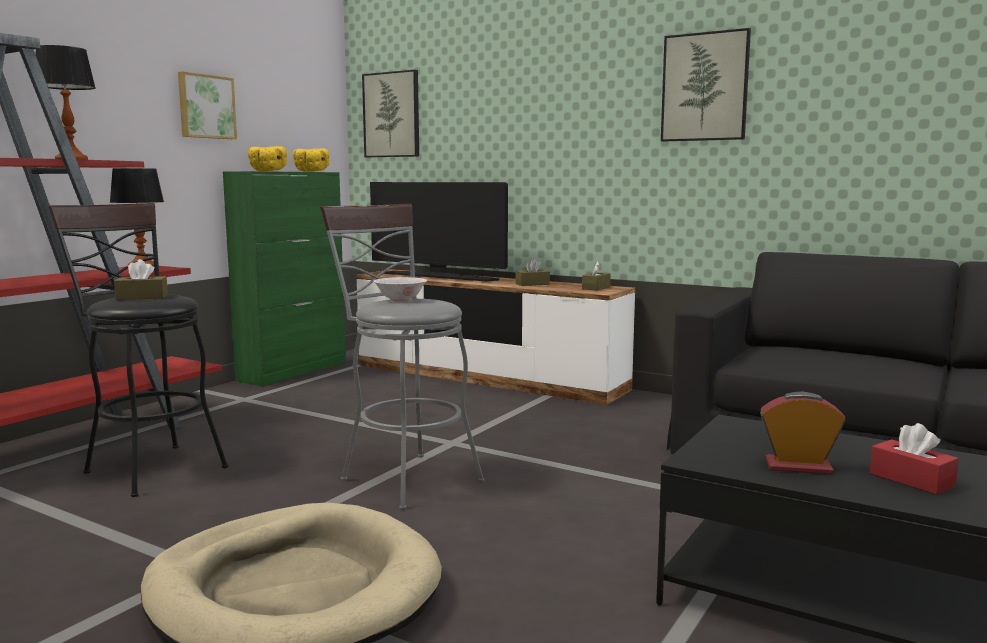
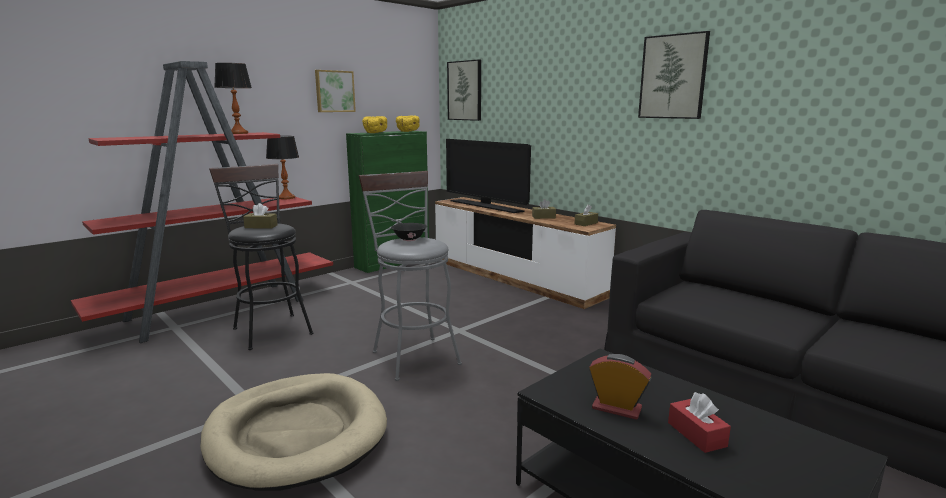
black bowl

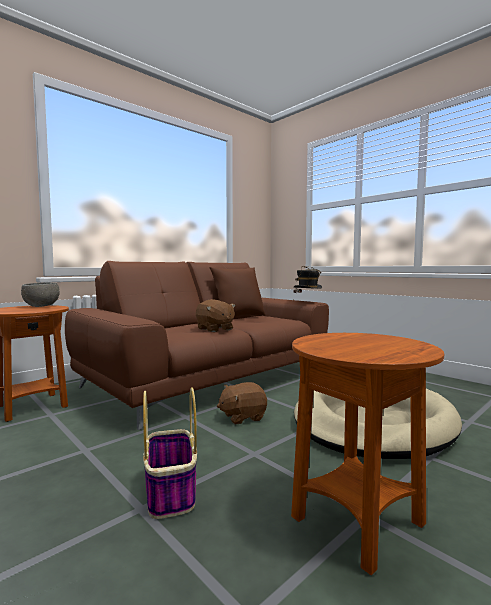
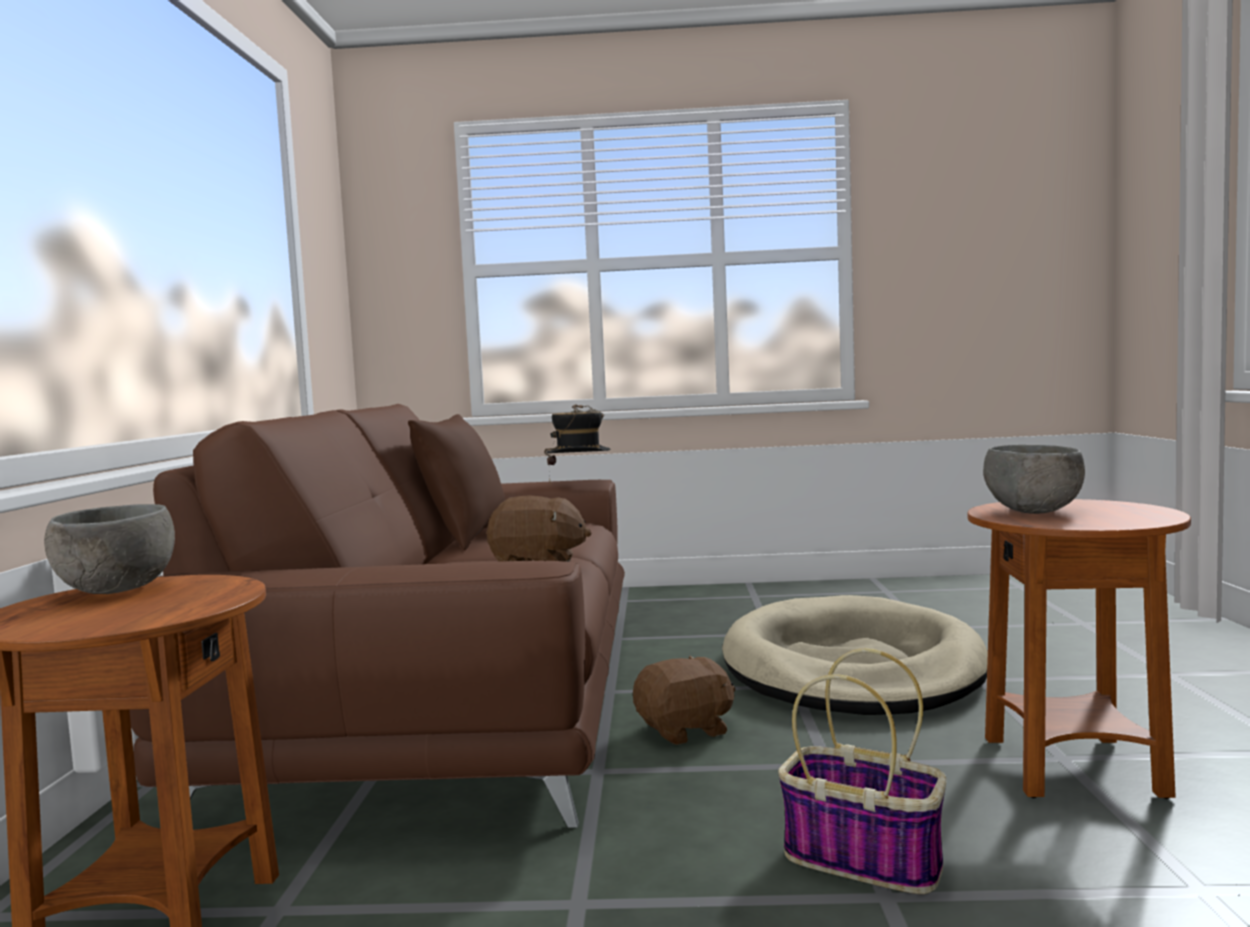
brown plush toy (2nd from left)
grey bowl (2nd from left)

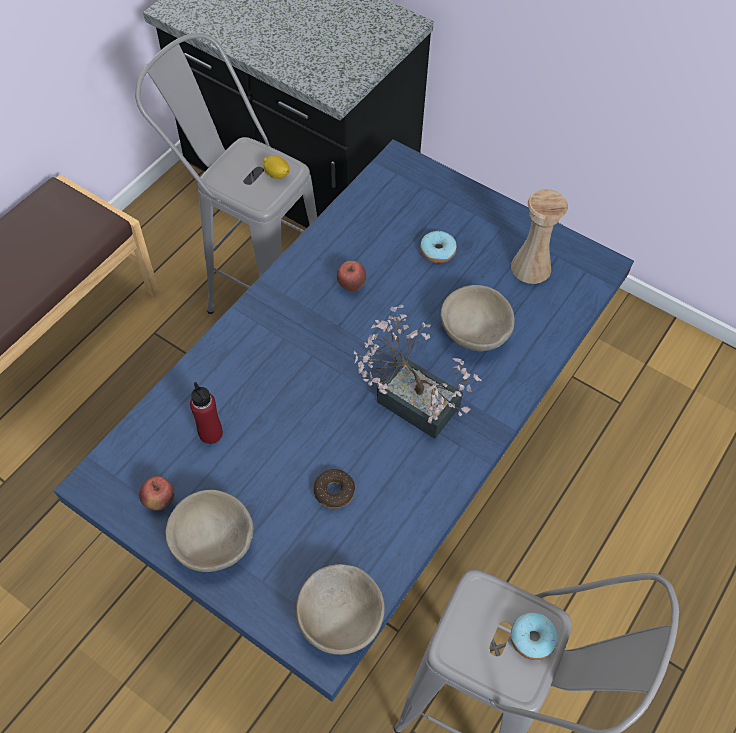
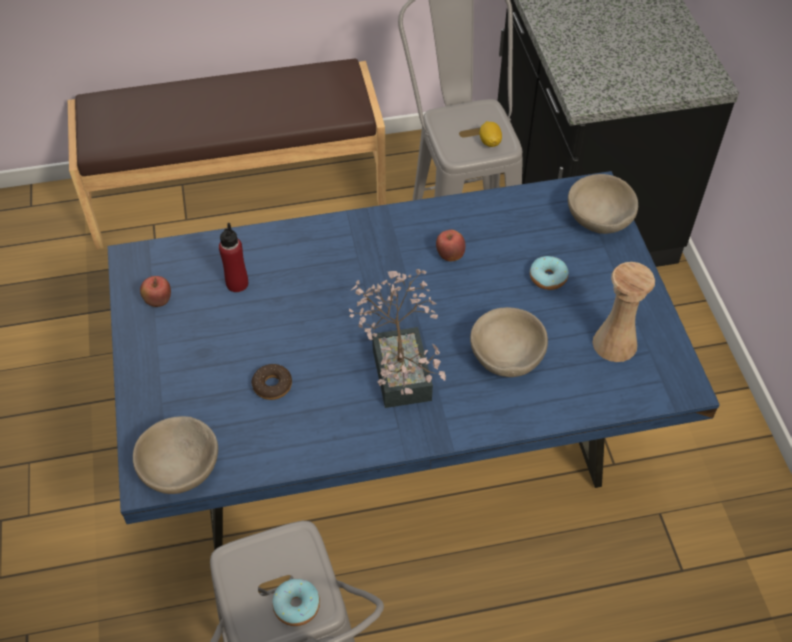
beige bowl (3rd from left)

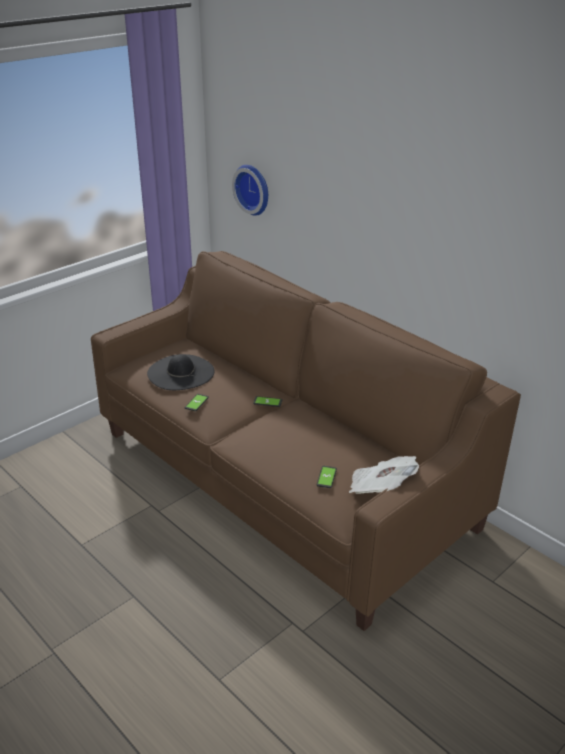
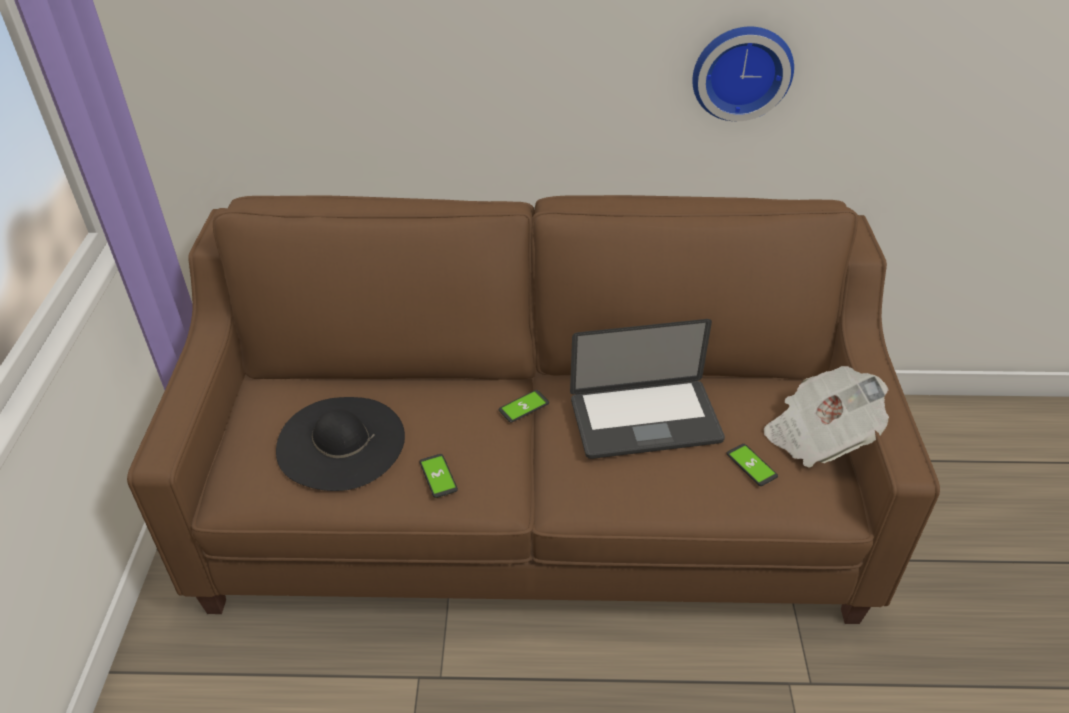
wall clock
laptop

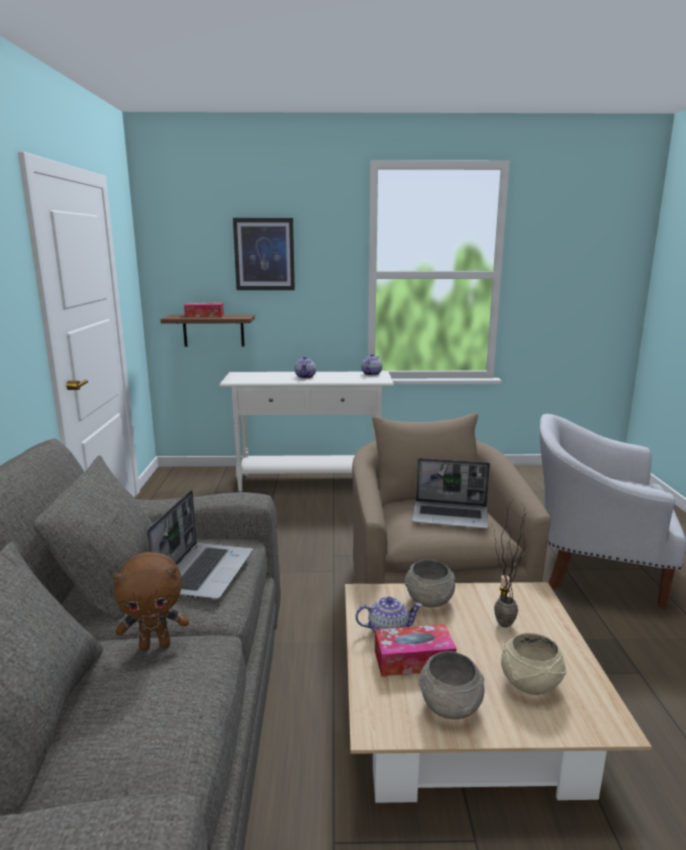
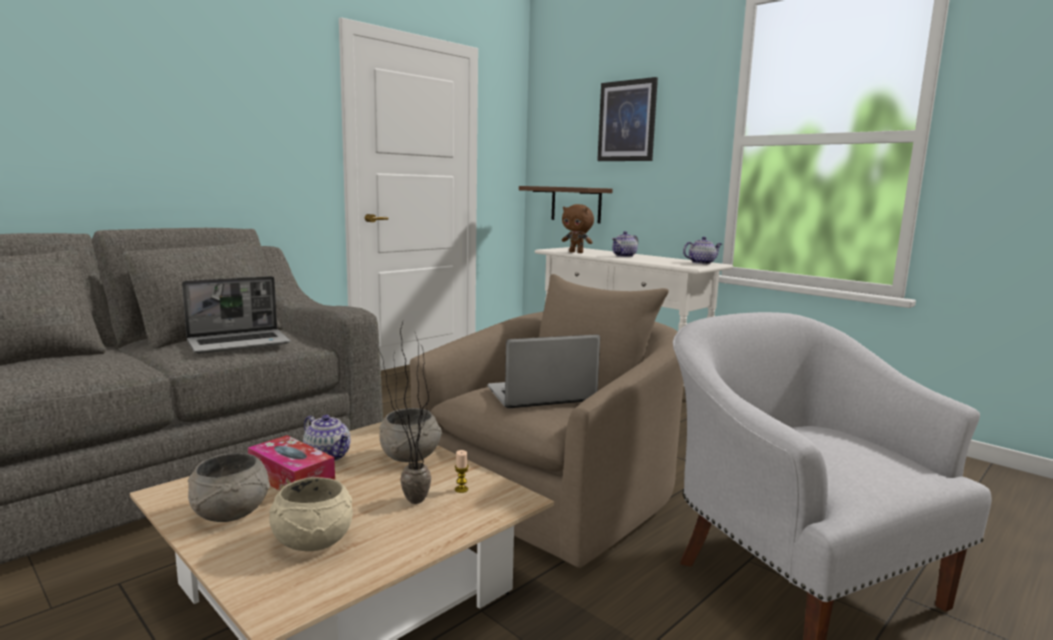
tissue box (1st from left in the first image)
laptop (2nd from left)
brown plush toy

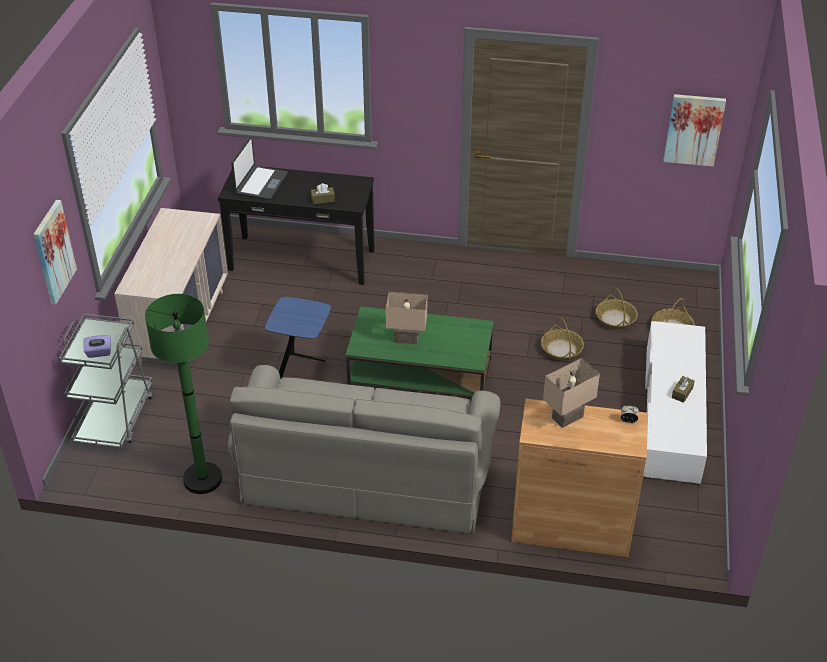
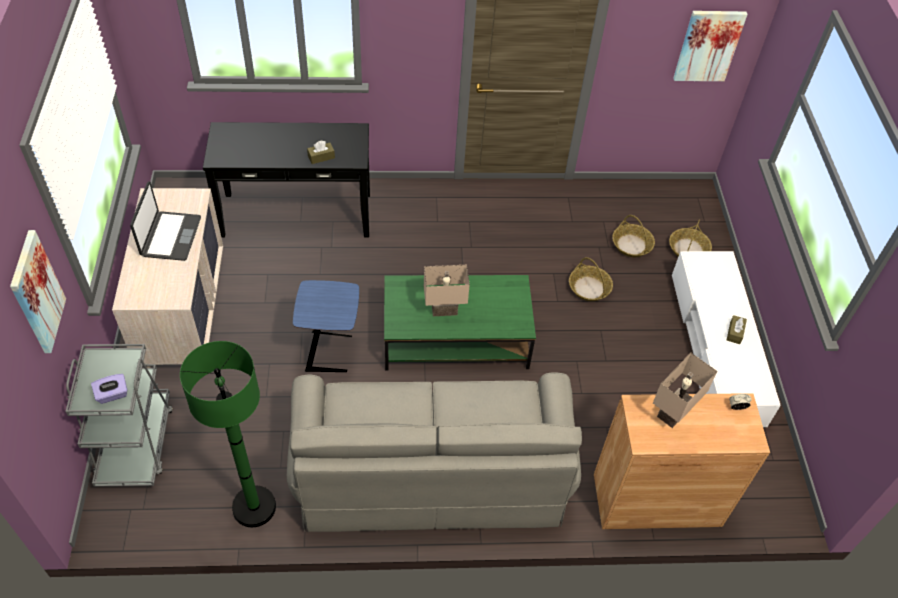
laptop

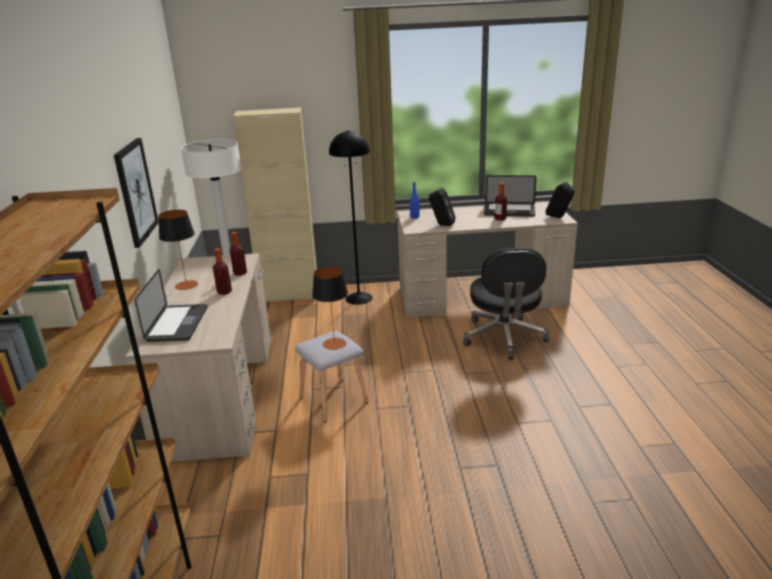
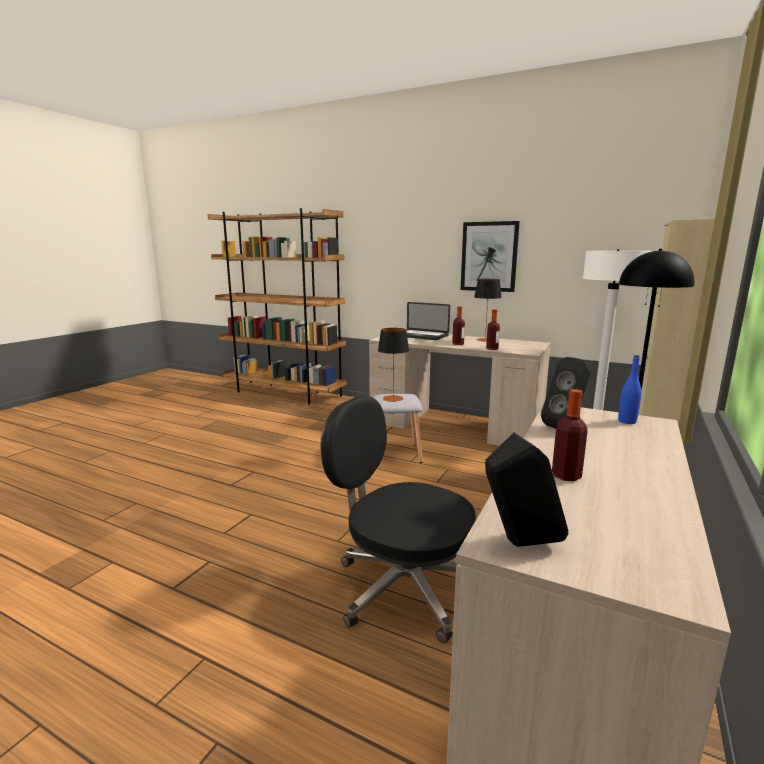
laptop (2nd from left in the first image)

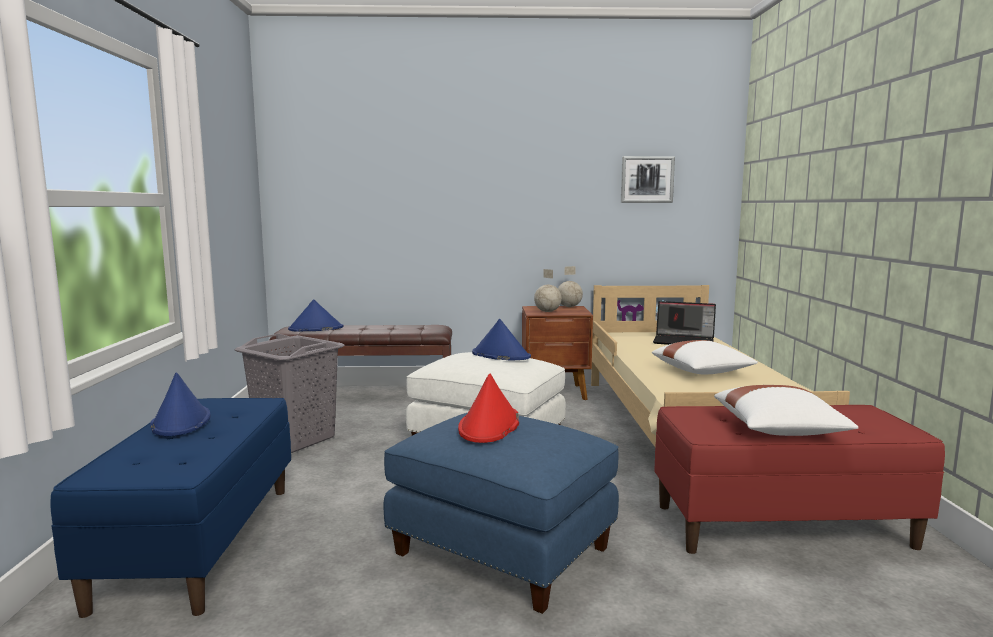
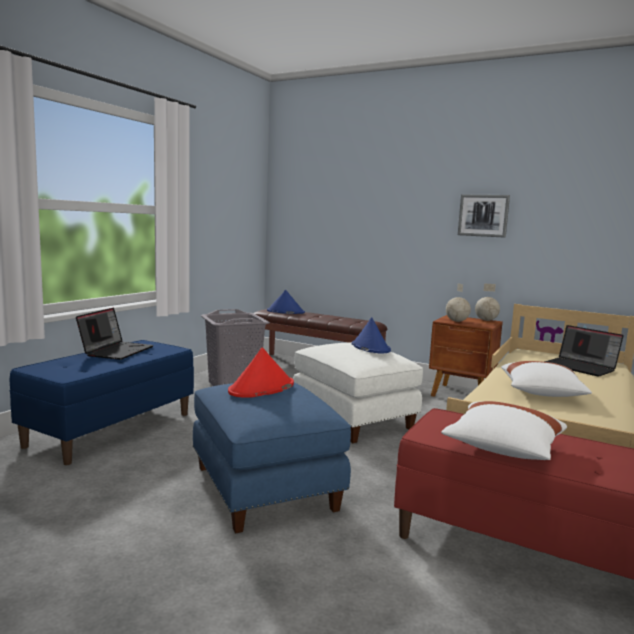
picture
laptop (1st from left)

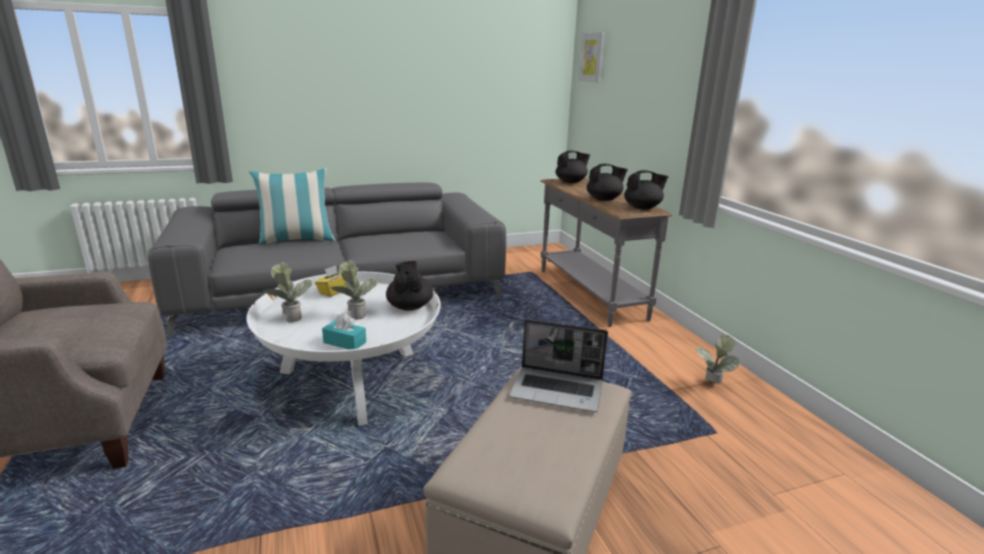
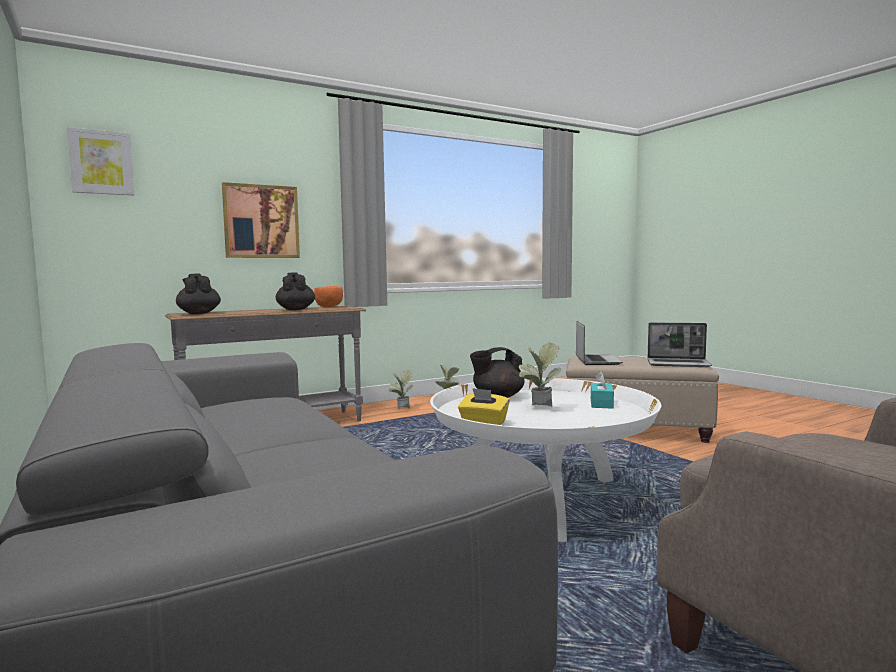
pillow
orange bowl
potted plant (1st from left)
picture (2nd from left)
laptop (2nd from left)

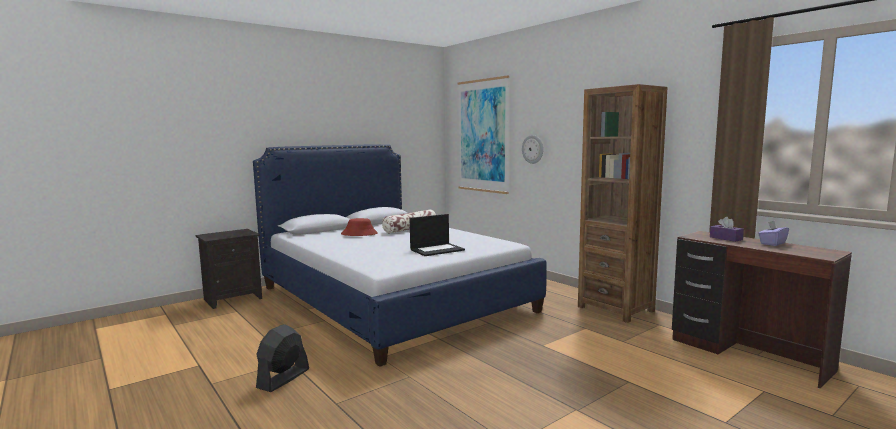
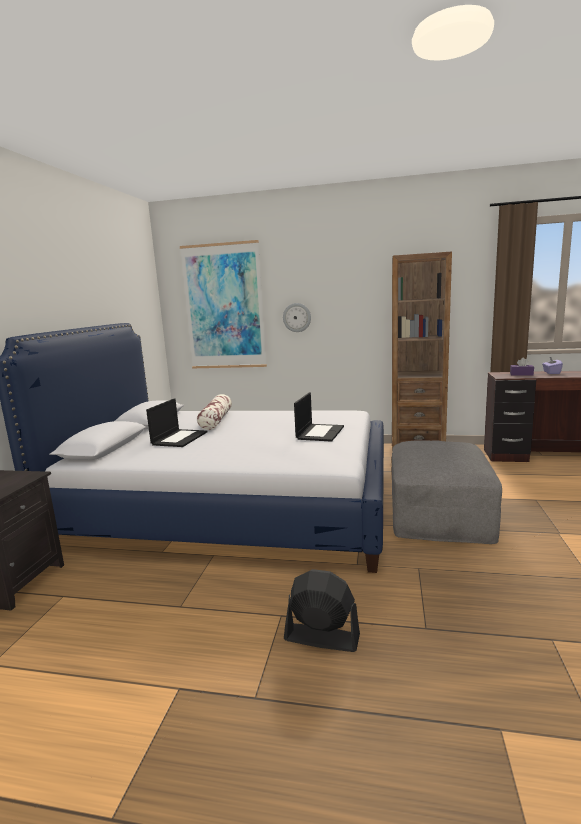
laptop (1st from left)
black fan
grey ottoman

